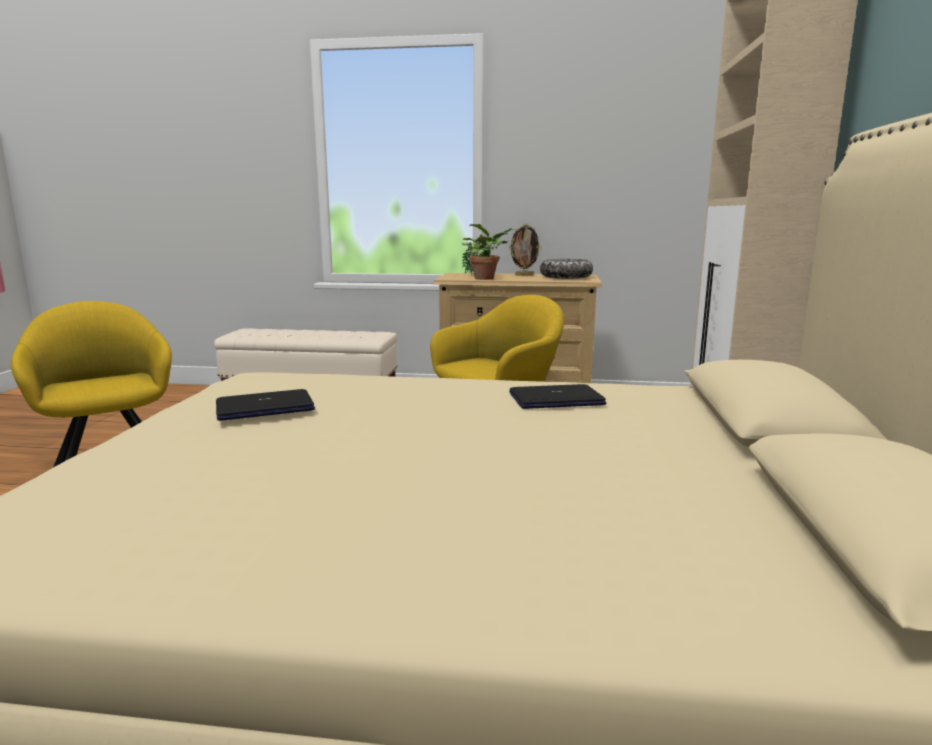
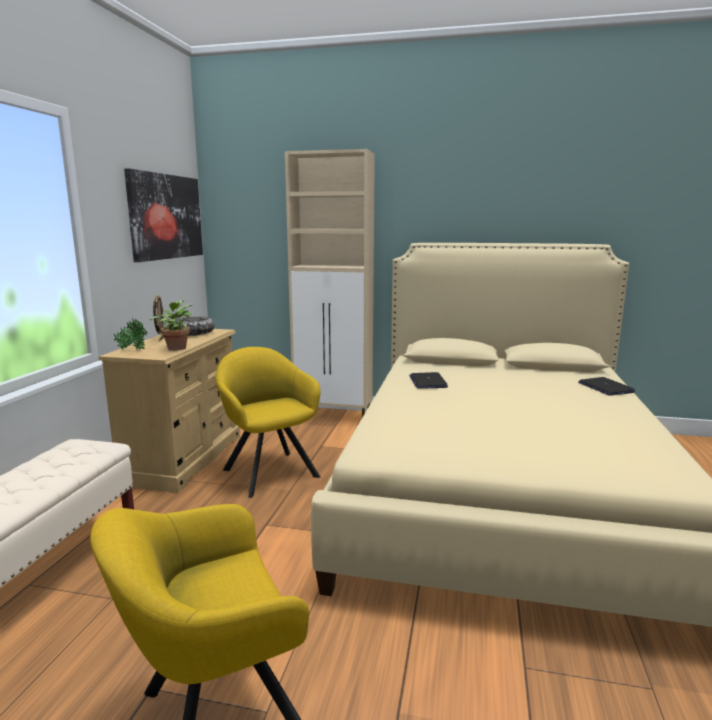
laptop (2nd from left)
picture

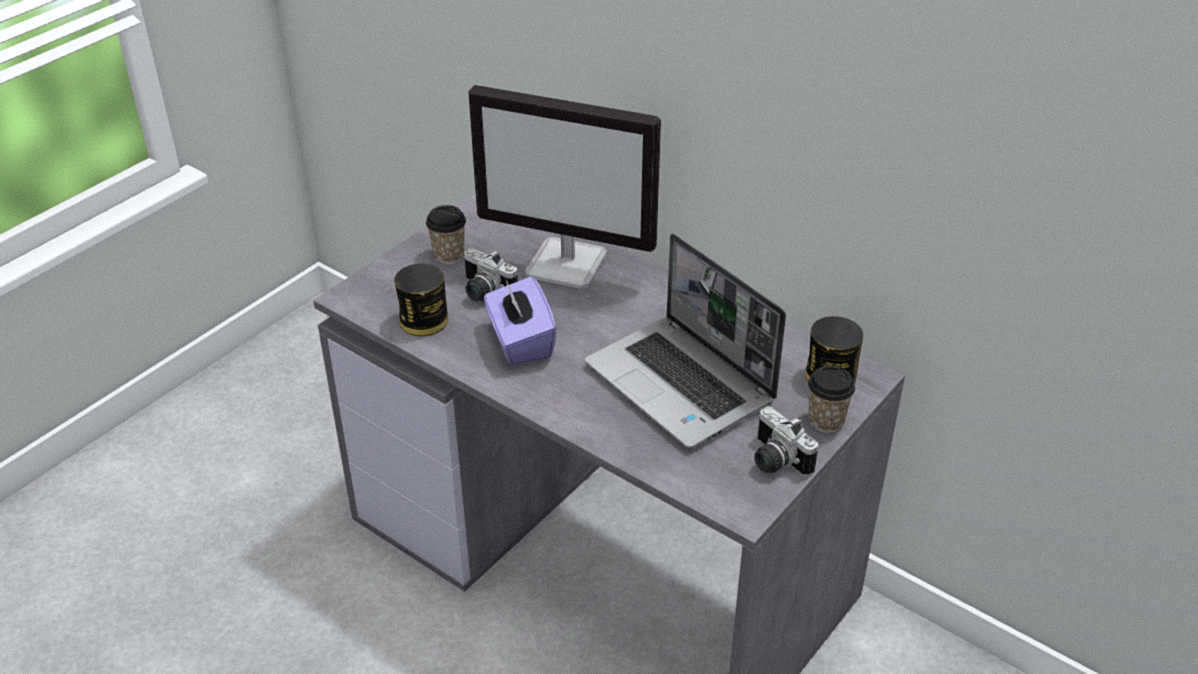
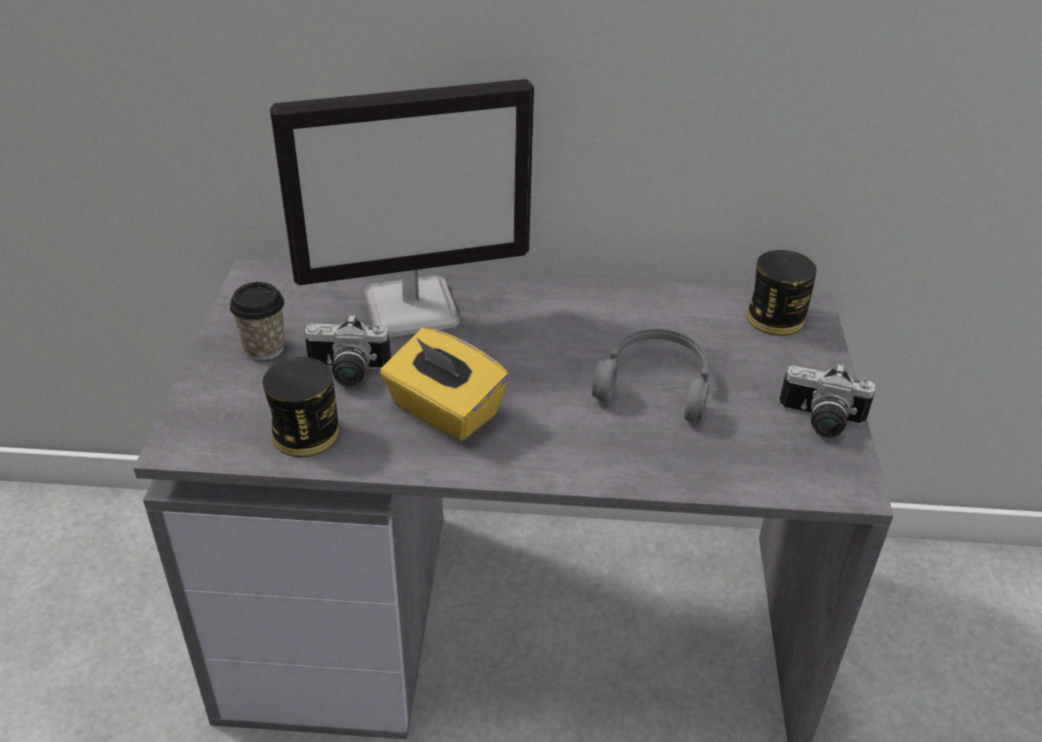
grey headphones
yellow tissue box
cup (2nd from left in the first image)

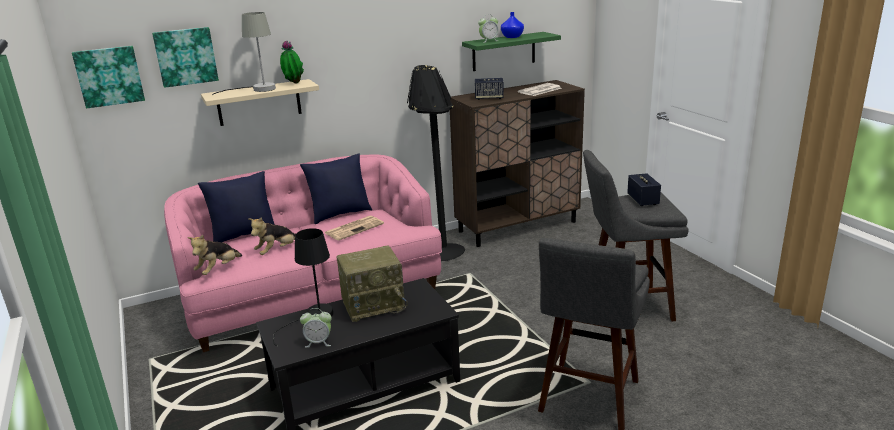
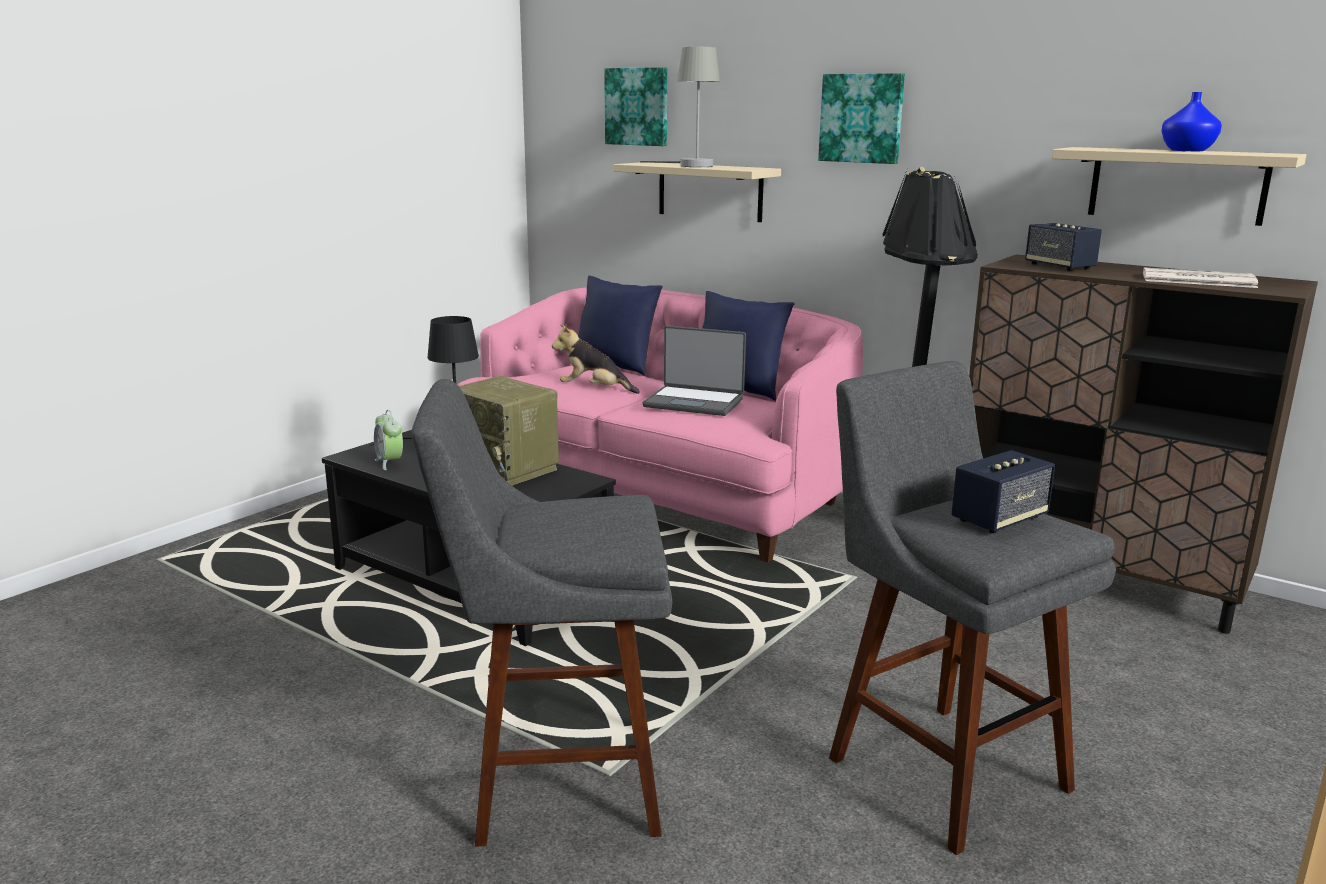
alarm clock (2nd from left in the first image)
beige shelf (2nd from left)
potted plant
picture (2nd from left)
laptop
plush toy (1st from left in the first image)

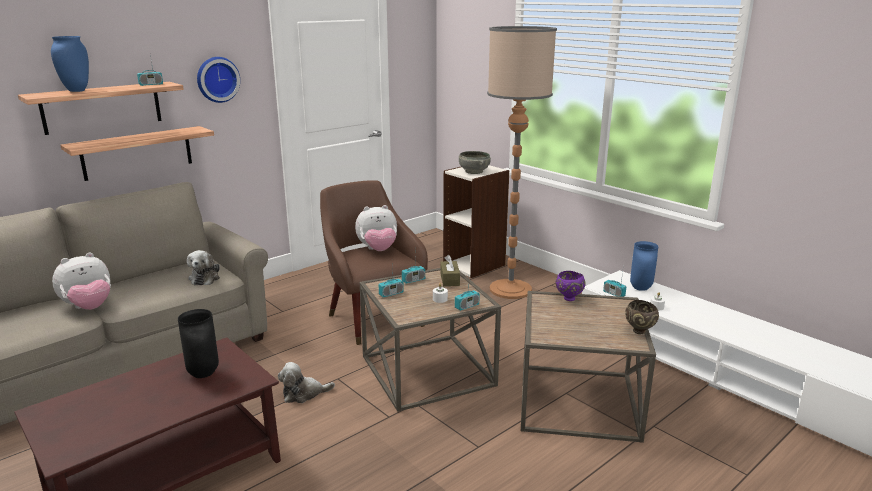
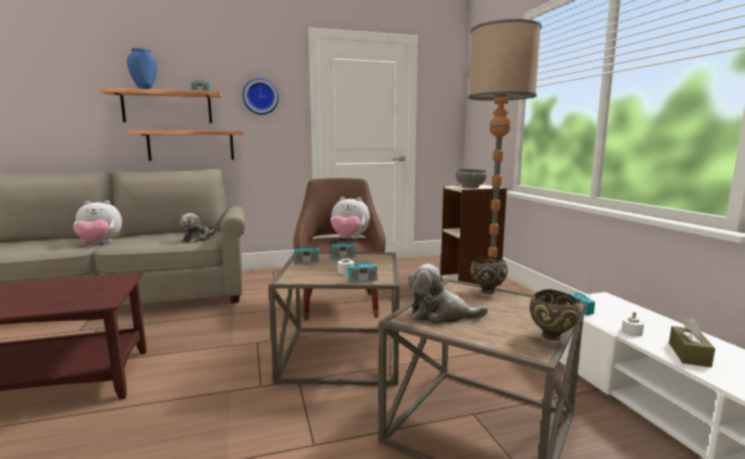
blue vase (2nd from left in the first image)
brown tissue box
brown bowl (1st from left)
black vase
plush toy (4th from left)

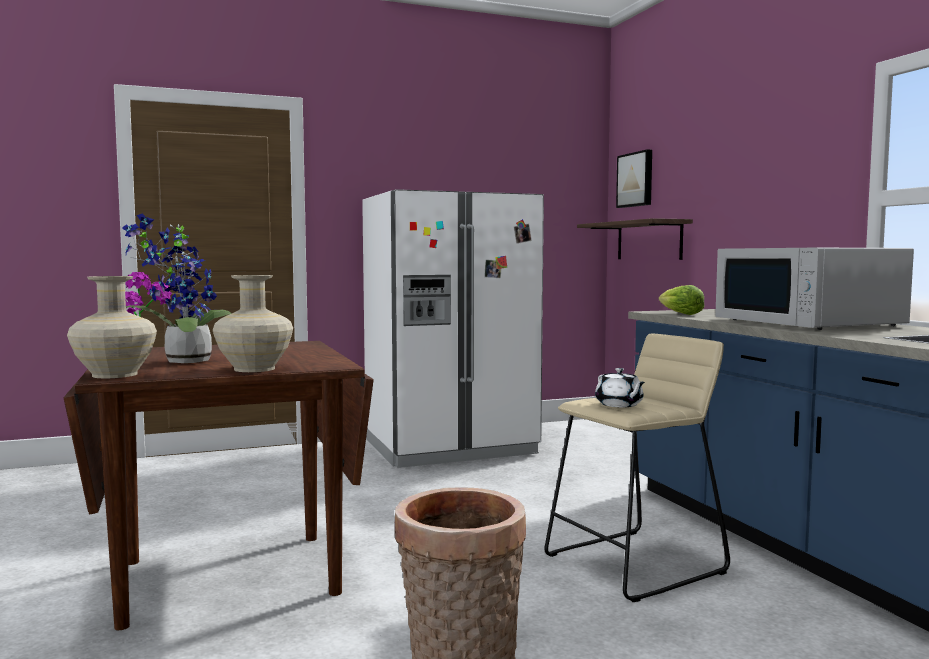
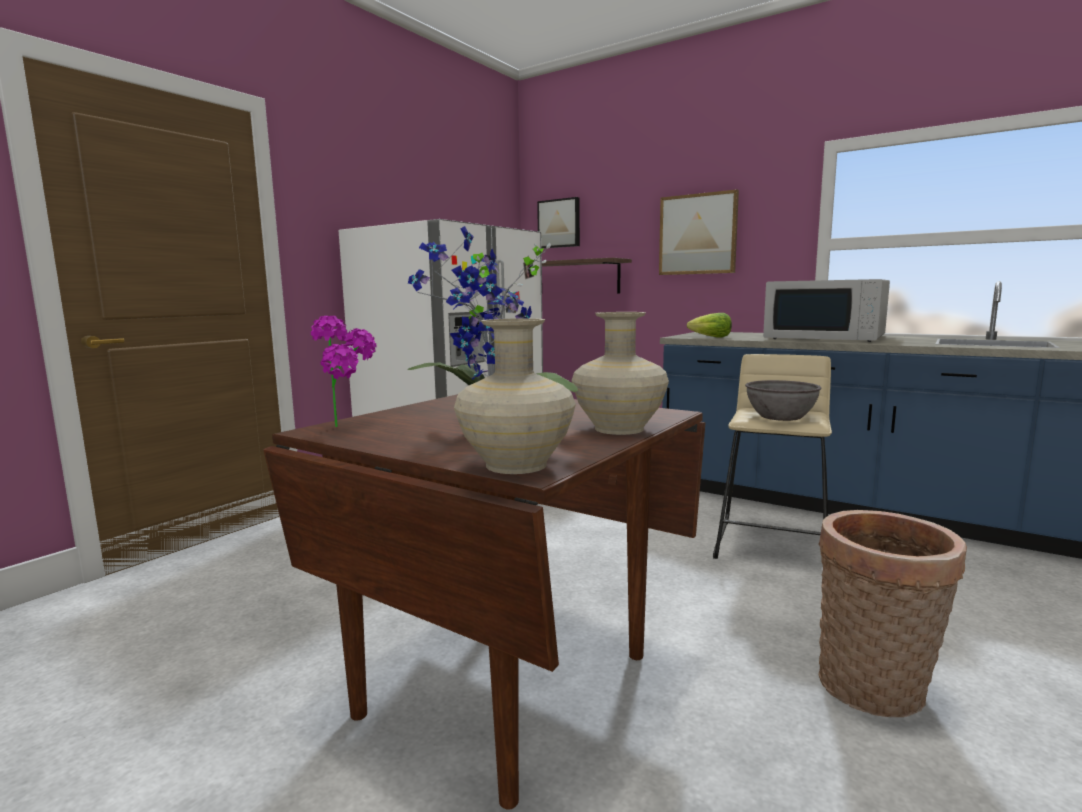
grey bowl
picture (2nd from left)

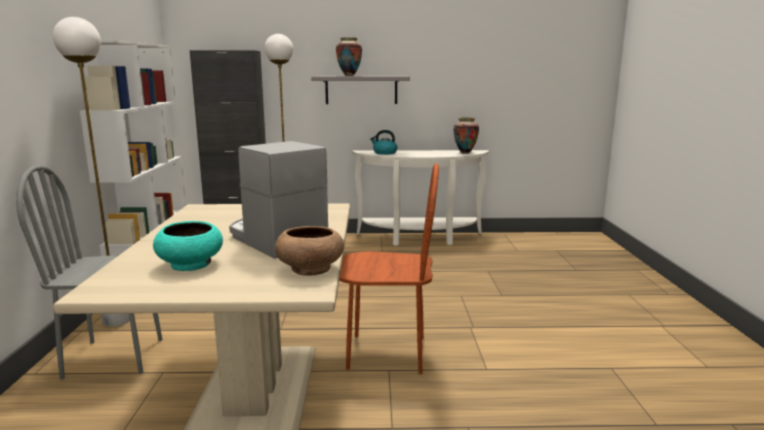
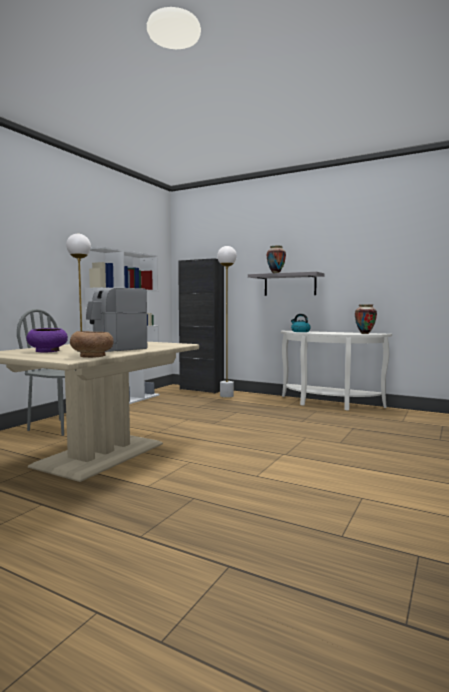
coffee machine
brown chair
purple bowl

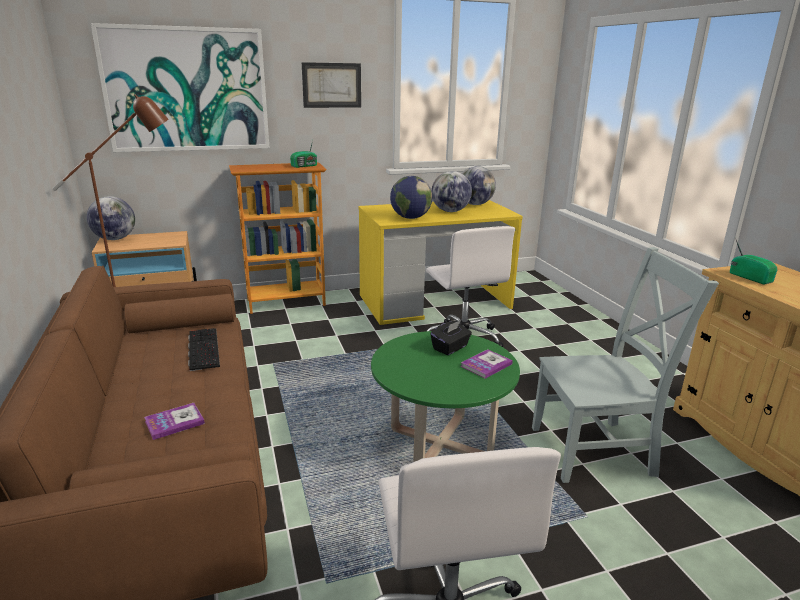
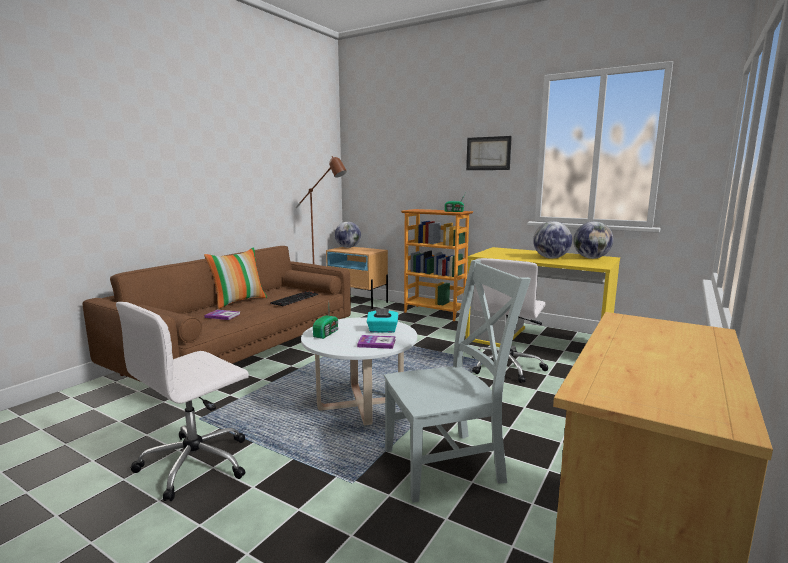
picture (1st from left in the first image)
globe (2nd from left in the first image)
radio (1st from left)
grey chair
turquoise tissue box
white coffee table
pillow

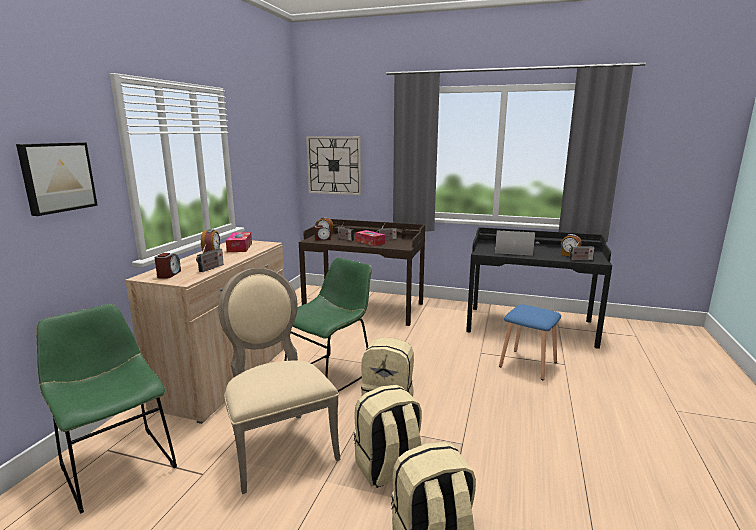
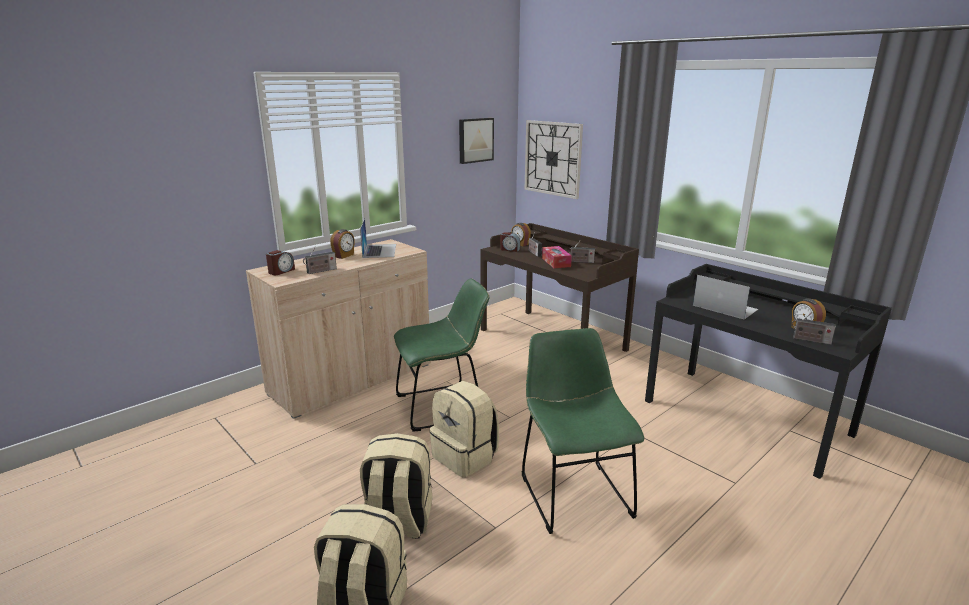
picture
laptop (1st from left)
beige chair
green chair (2nd from left)
blue stool

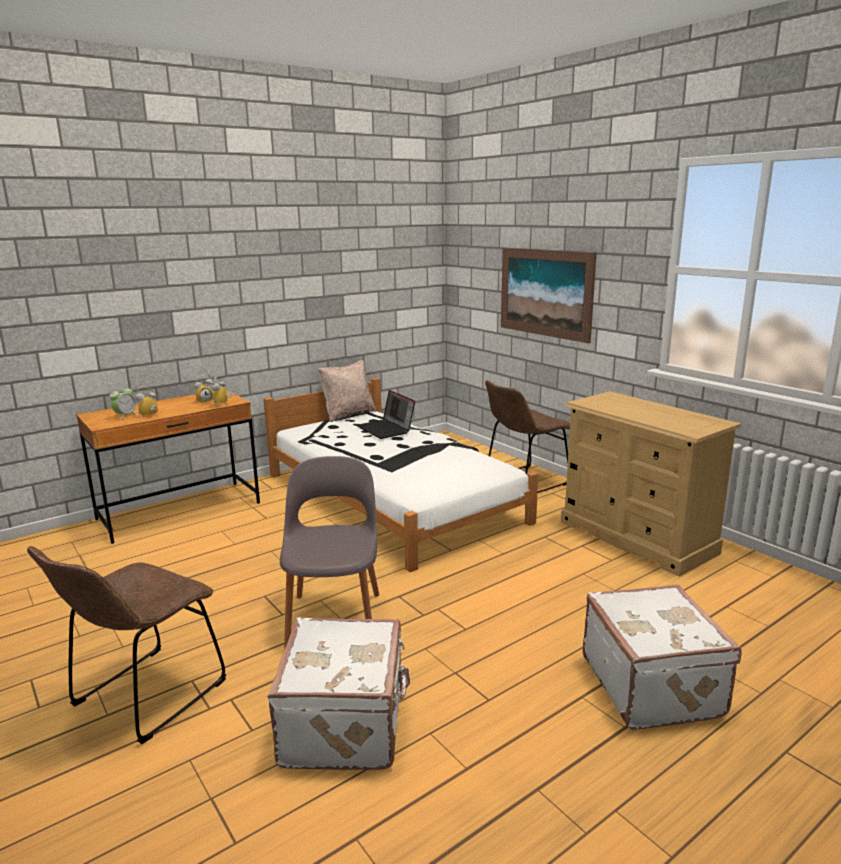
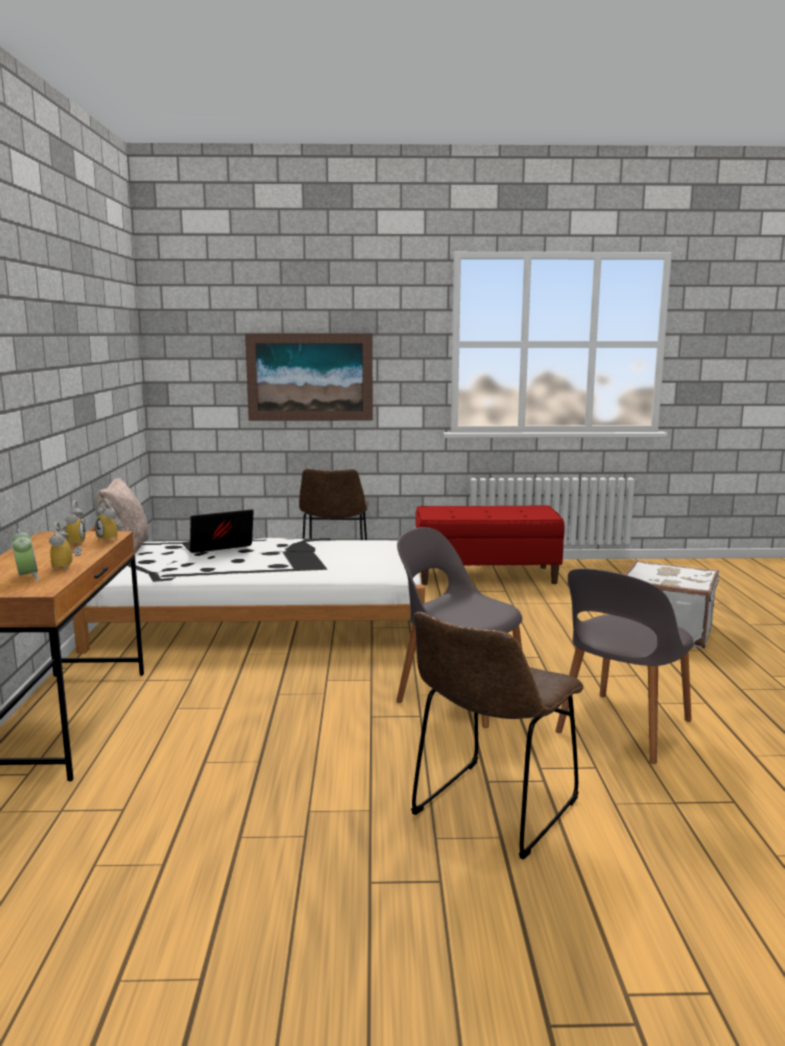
laptop
red bench
brown chair (2nd from left)
grey chair (2nd from left)

